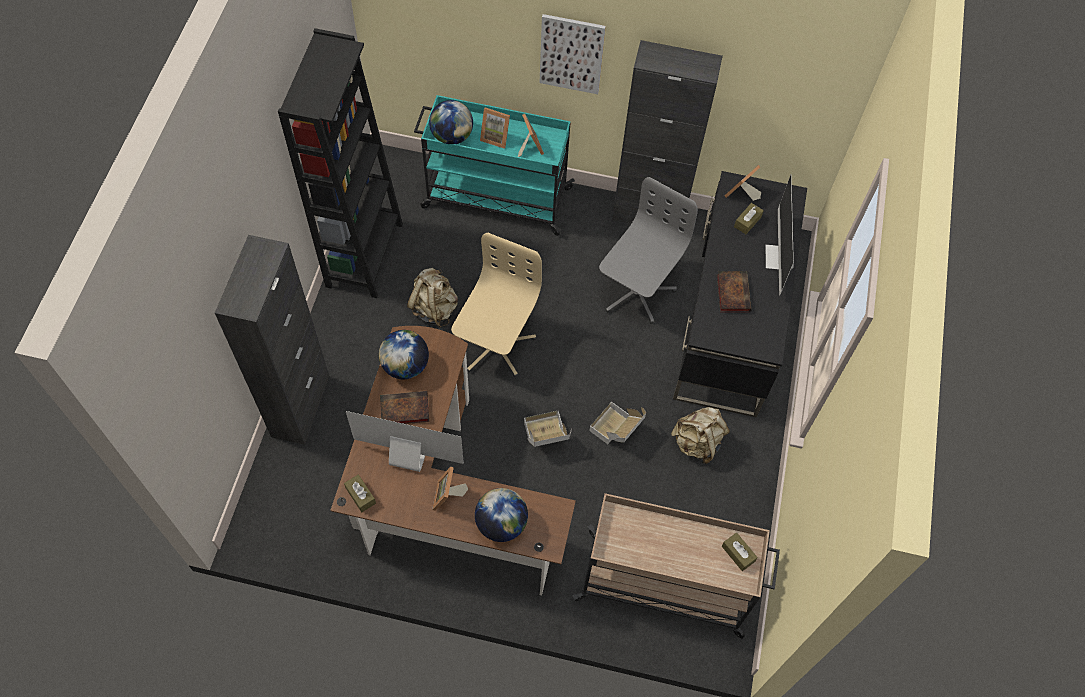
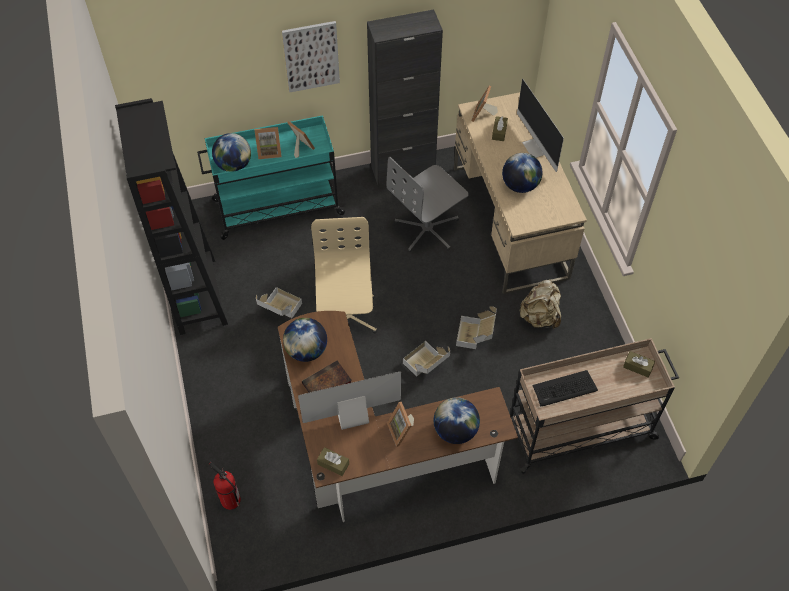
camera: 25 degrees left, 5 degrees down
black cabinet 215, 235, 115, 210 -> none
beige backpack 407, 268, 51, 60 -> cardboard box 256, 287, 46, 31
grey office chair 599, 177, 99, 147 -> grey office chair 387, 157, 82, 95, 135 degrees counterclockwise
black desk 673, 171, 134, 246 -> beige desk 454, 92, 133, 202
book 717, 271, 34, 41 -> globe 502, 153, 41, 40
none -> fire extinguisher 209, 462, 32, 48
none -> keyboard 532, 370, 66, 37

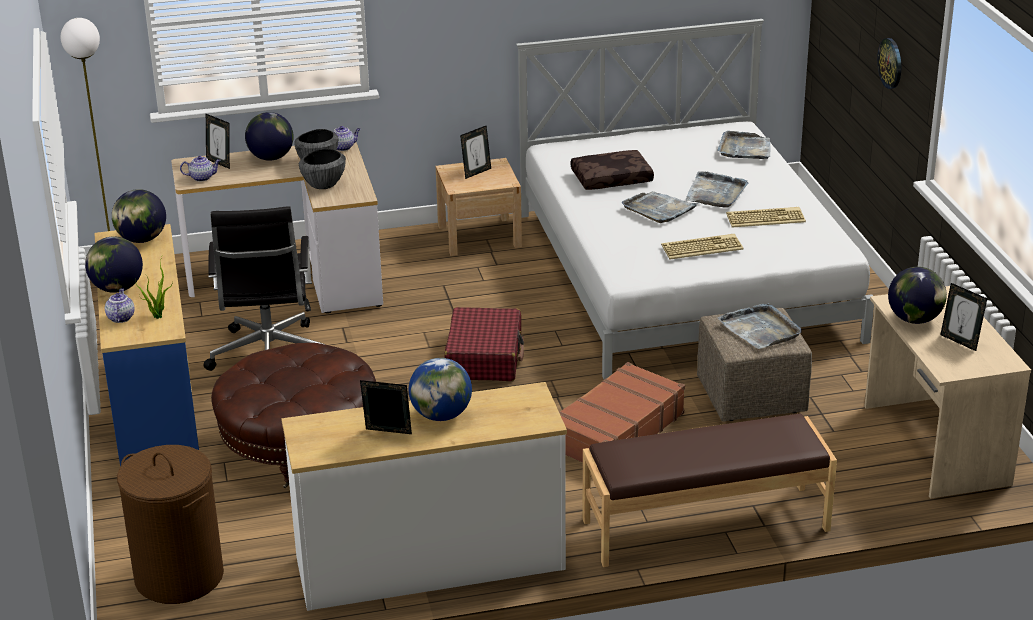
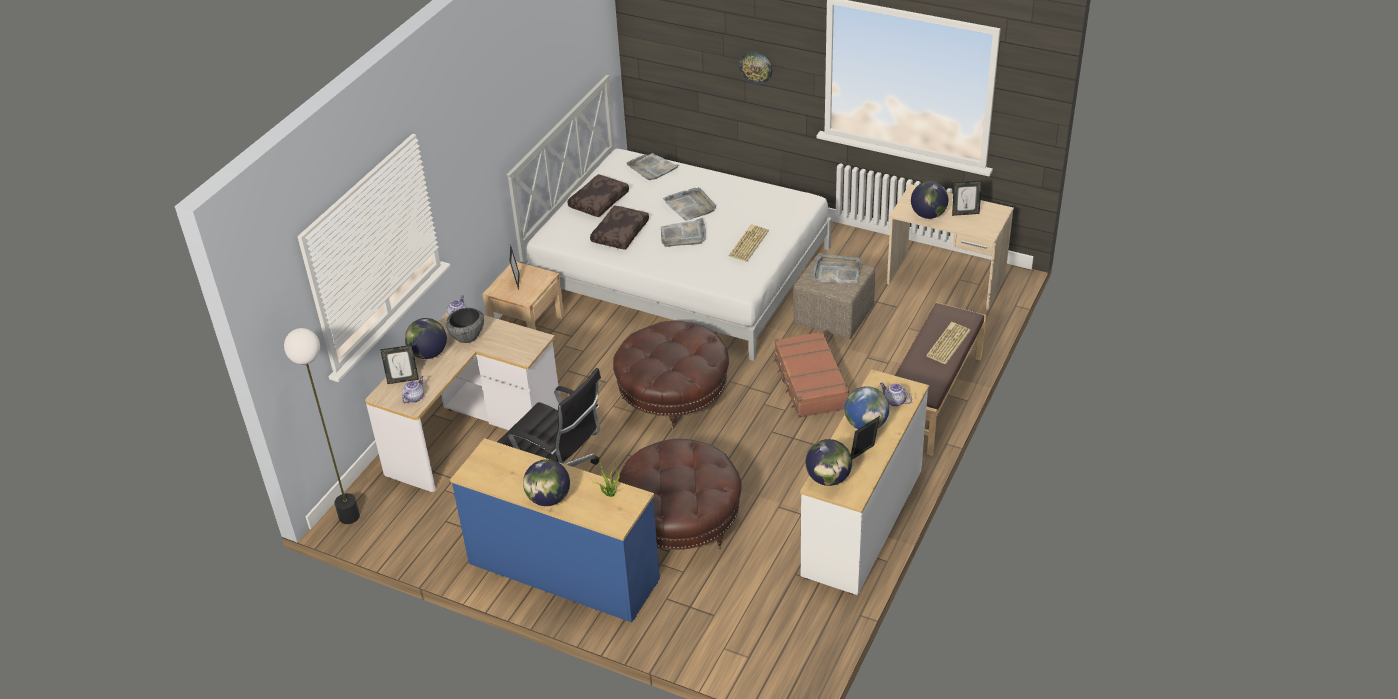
camera: 50 degrees left, 10 degrees up
teapot 105, 288, 30, 35 -> teapot 880, 383, 32, 24, shifted
globe 112, 189, 54, 54 -> globe 806, 439, 46, 47, shifted
brown laundry basket 117, 445, 107, 159 -> none
bowl 299, 149, 47, 40 -> none
red suitcase 444, 307, 80, 74 -> brown ottoman 613, 321, 116, 109
keyboard 726, 207, 80, 21 -> keyboard 926, 322, 45, 43, shifted
none -> brown pillow 567, 174, 62, 43

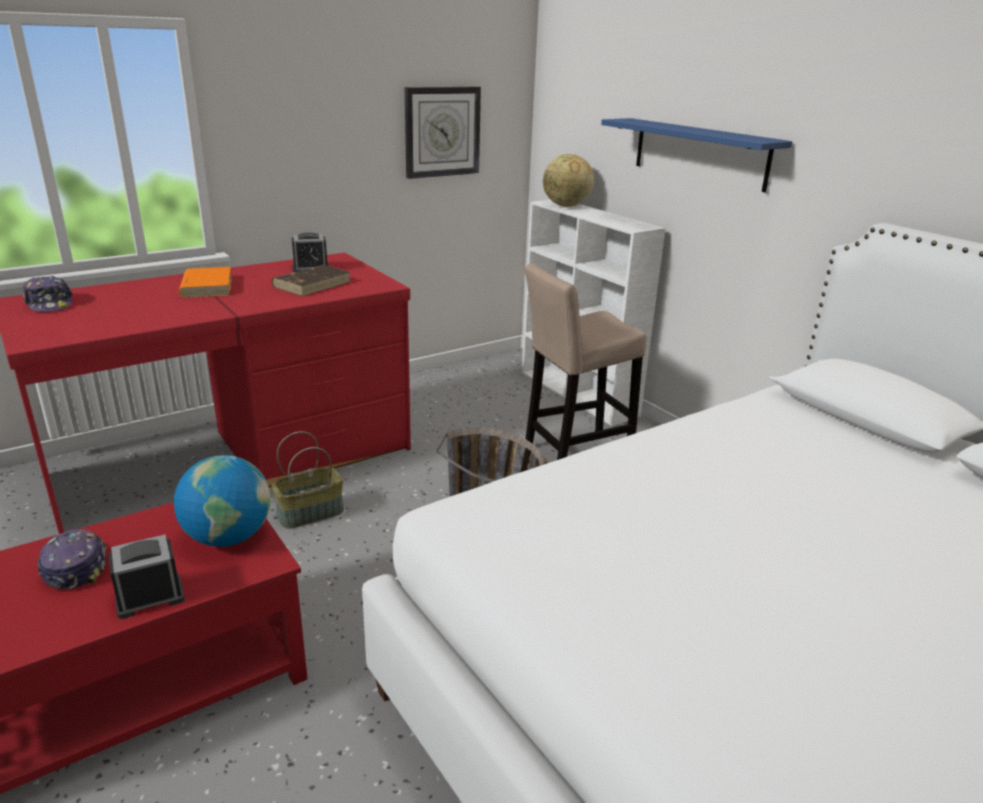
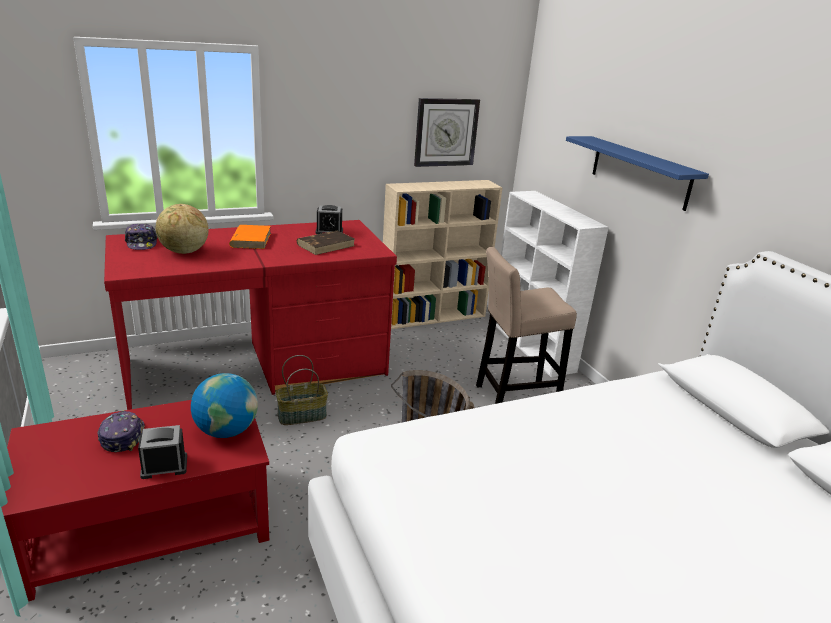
camera: 10 degrees right, 0 degrees up
globe 543, 154, 51, 53 -> globe 155, 204, 54, 50, shifted
none -> beige bookcase 383, 180, 120, 149

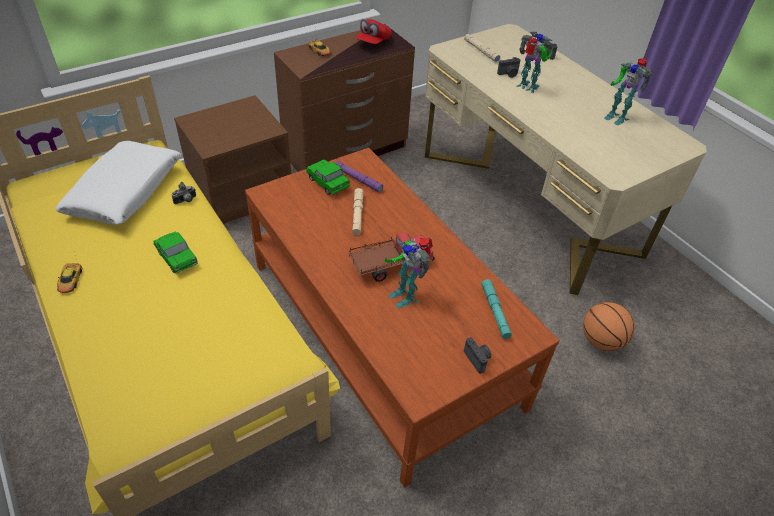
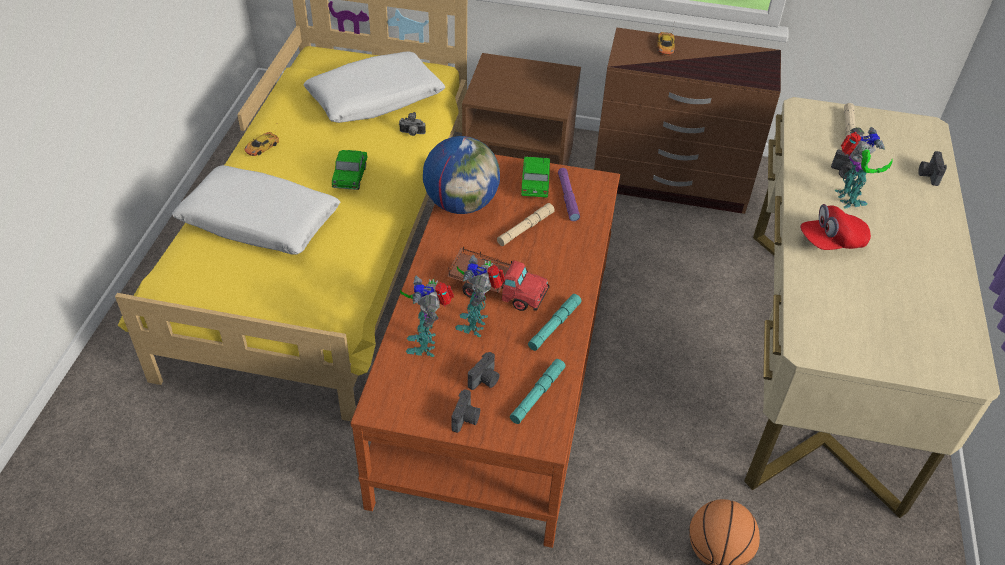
camera: 45 degrees right, 0 degrees up
red cap 355, 19, 37, 25 -> red cap 800, 204, 71, 46, shifted
toy robot 604, 58, 48, 67 -> toy robot 400, 275, 54, 82, shifted
none -> white pillow 172, 165, 168, 89
none -> globe 423, 136, 77, 78
none -> photo camera 468, 352, 32, 38
none -> turquoise flashlight 528, 294, 54, 57

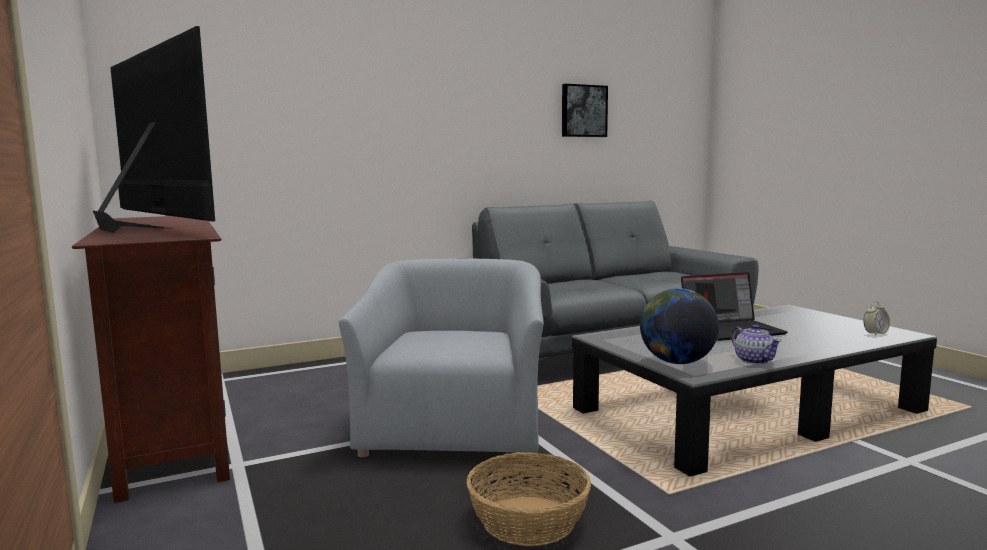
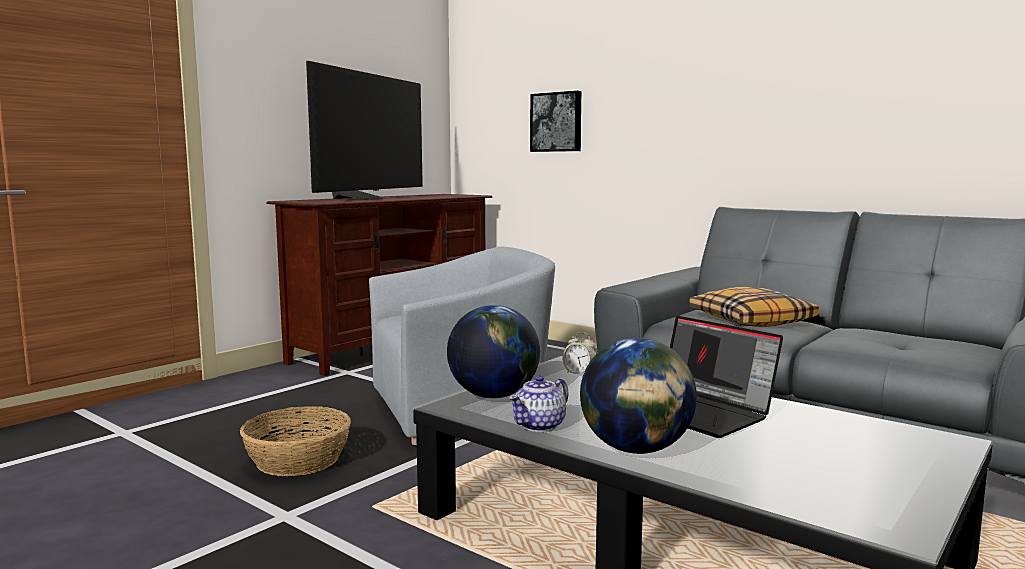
camera: 65 degrees right, 0 degrees up
picture 562, 84, 46, 53 -> picture 530, 91, 51, 61, shifted
alarm clock 863, 301, 27, 35 -> alarm clock 562, 332, 35, 42, shifted
none -> globe 580, 338, 117, 116
none -> pillow 689, 287, 130, 40

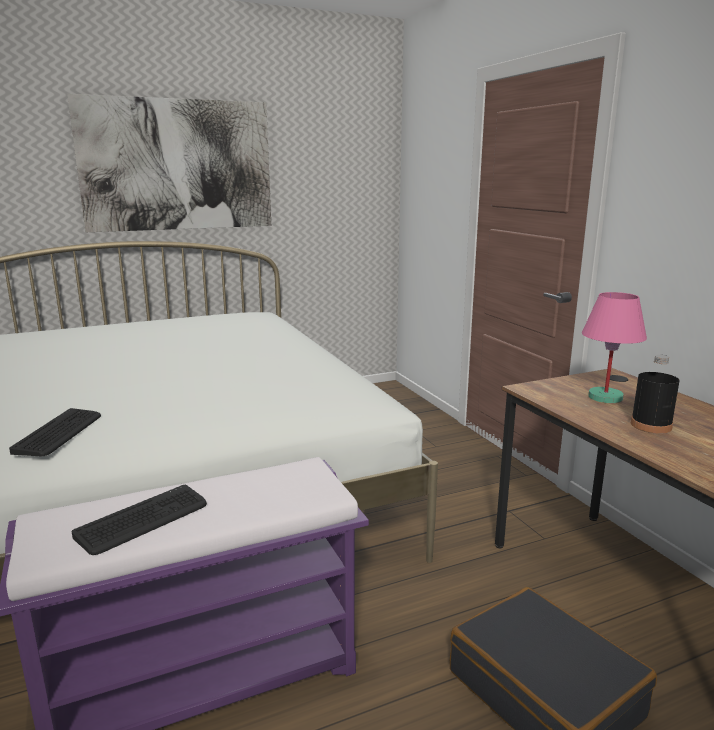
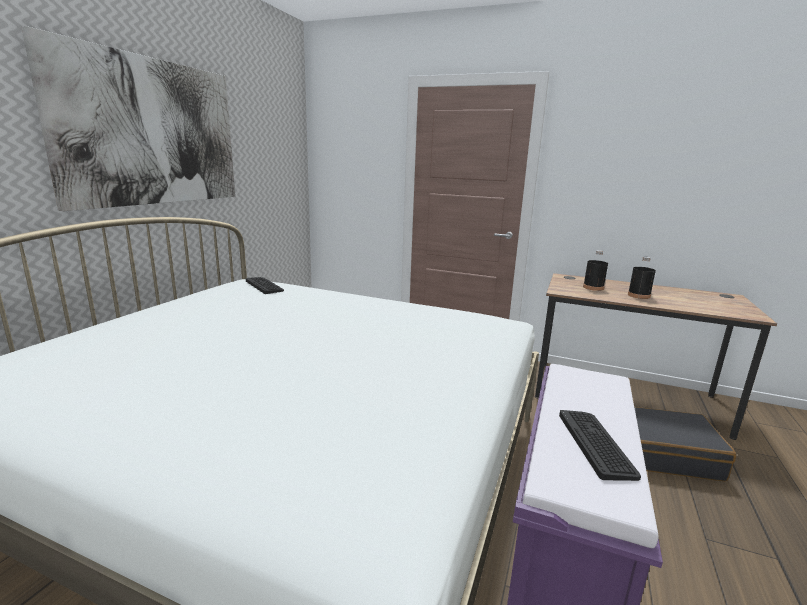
camera: 45 degrees left, 0 degrees up
keyboard 9, 408, 92, 48 -> keyboard 246, 277, 38, 17, shifted
pink table lamp 582, 292, 65, 111 -> black bottle 583, 250, 25, 41

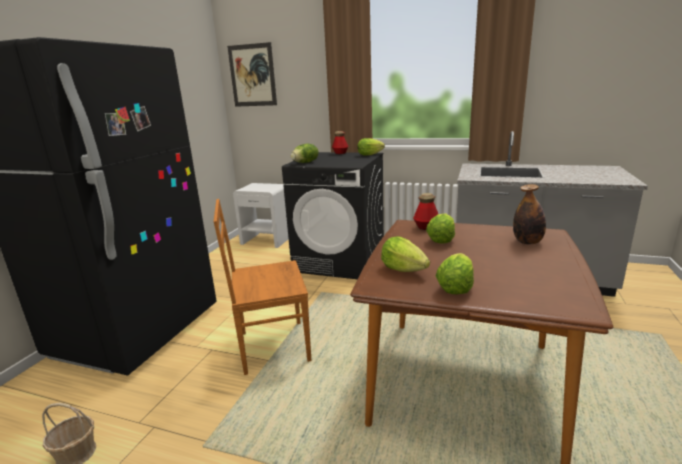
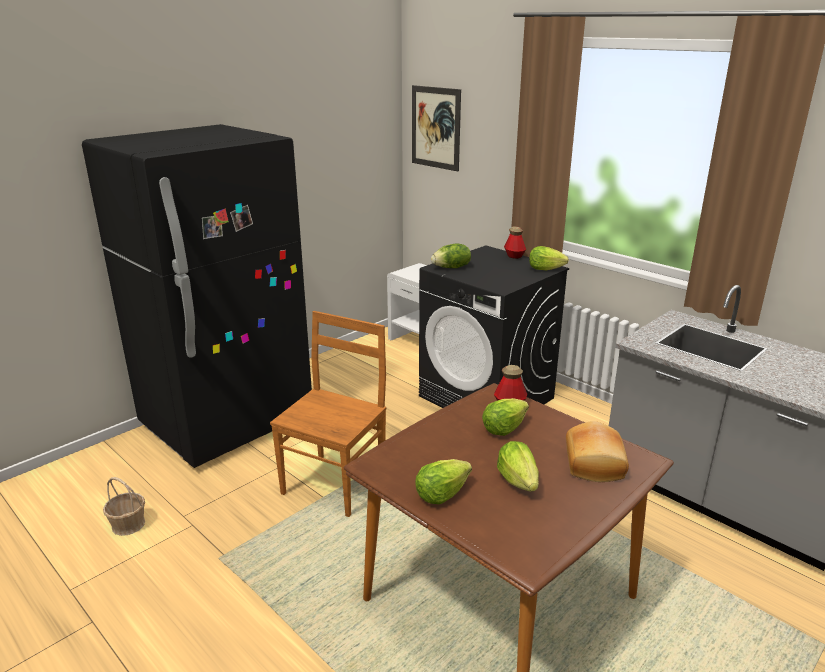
camera: 25 degrees right, 5 degrees up
brown chair 213, 199, 98, 176 -> brown chair 270, 311, 116, 206, 105 degrees clockwise
lettuce 381, 236, 49, 36 -> lettuce 497, 441, 42, 51, shifted
bottle 513, 184, 33, 60 -> bread 566, 421, 63, 61

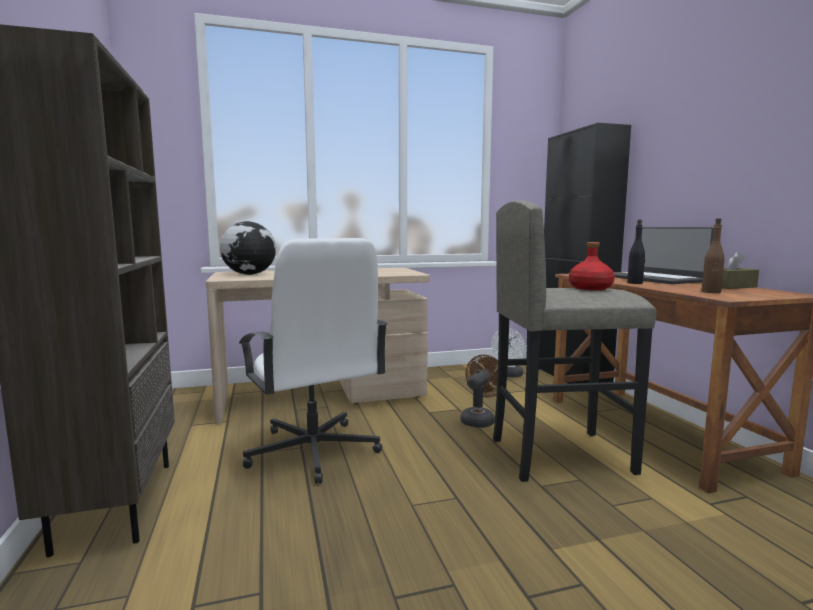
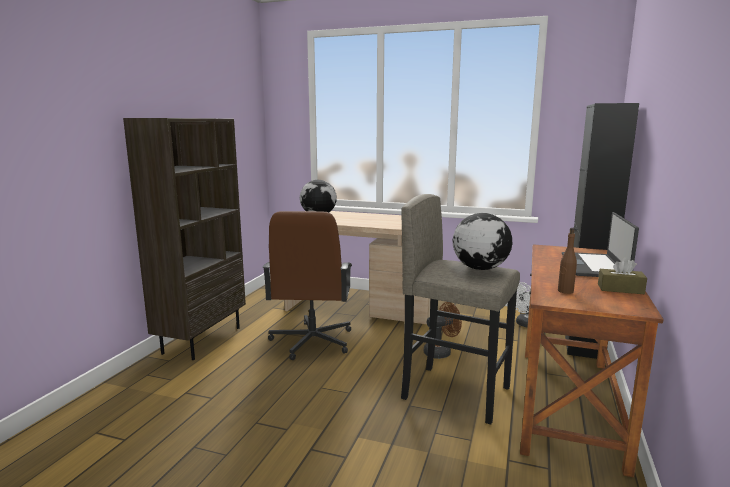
camera: 35 degrees right, 5 degrees up
white office chair 239, 238, 149, 246 -> brown office chair 262, 211, 90, 149
red bottle 569, 242, 46, 48 -> globe 453, 213, 59, 57
black bottle 627, 220, 18, 64 -> none

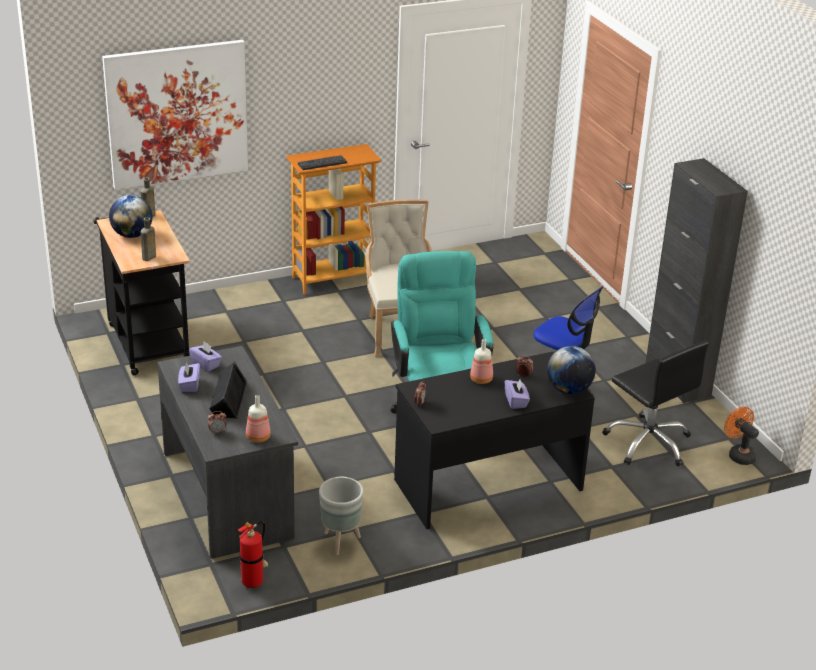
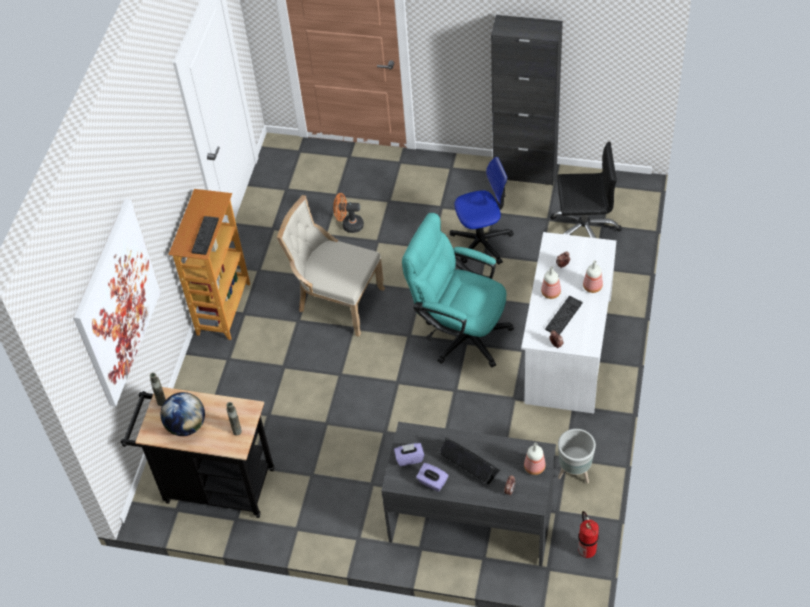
camera: 50 degrees left, 20 degrees up
black desk 394, 352, 201, 177 -> white desk 521, 232, 95, 182
purple tissue box 505, 379, 25, 30 -> bottle 583, 261, 20, 32
globe 547, 346, 49, 48 -> none
orange fan 724, 407, 35, 58 -> orange fan 333, 193, 31, 40, shifted
none -> keyboard 545, 296, 38, 39

